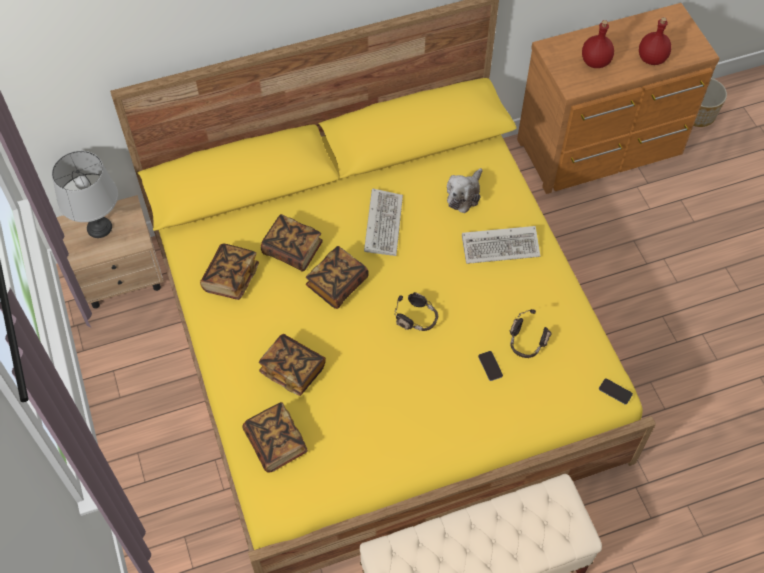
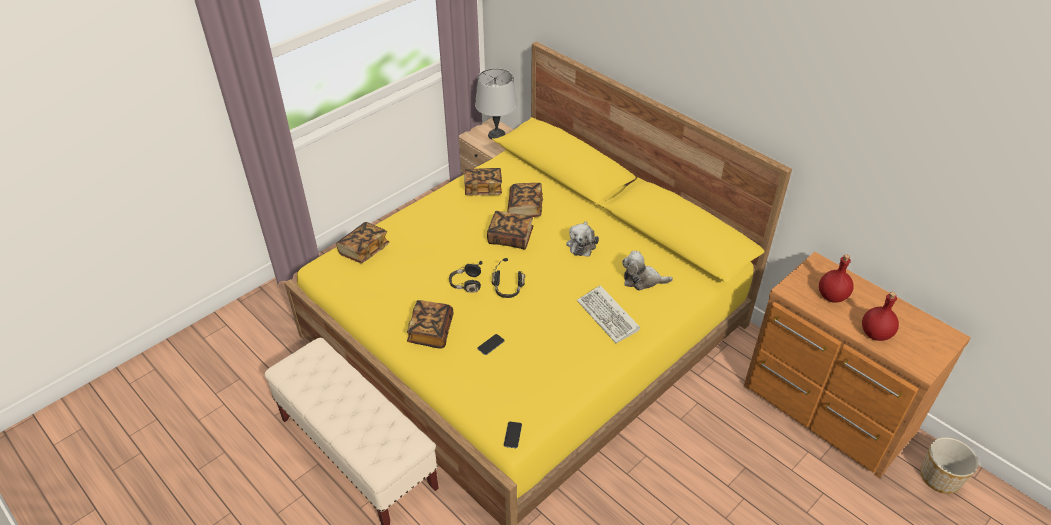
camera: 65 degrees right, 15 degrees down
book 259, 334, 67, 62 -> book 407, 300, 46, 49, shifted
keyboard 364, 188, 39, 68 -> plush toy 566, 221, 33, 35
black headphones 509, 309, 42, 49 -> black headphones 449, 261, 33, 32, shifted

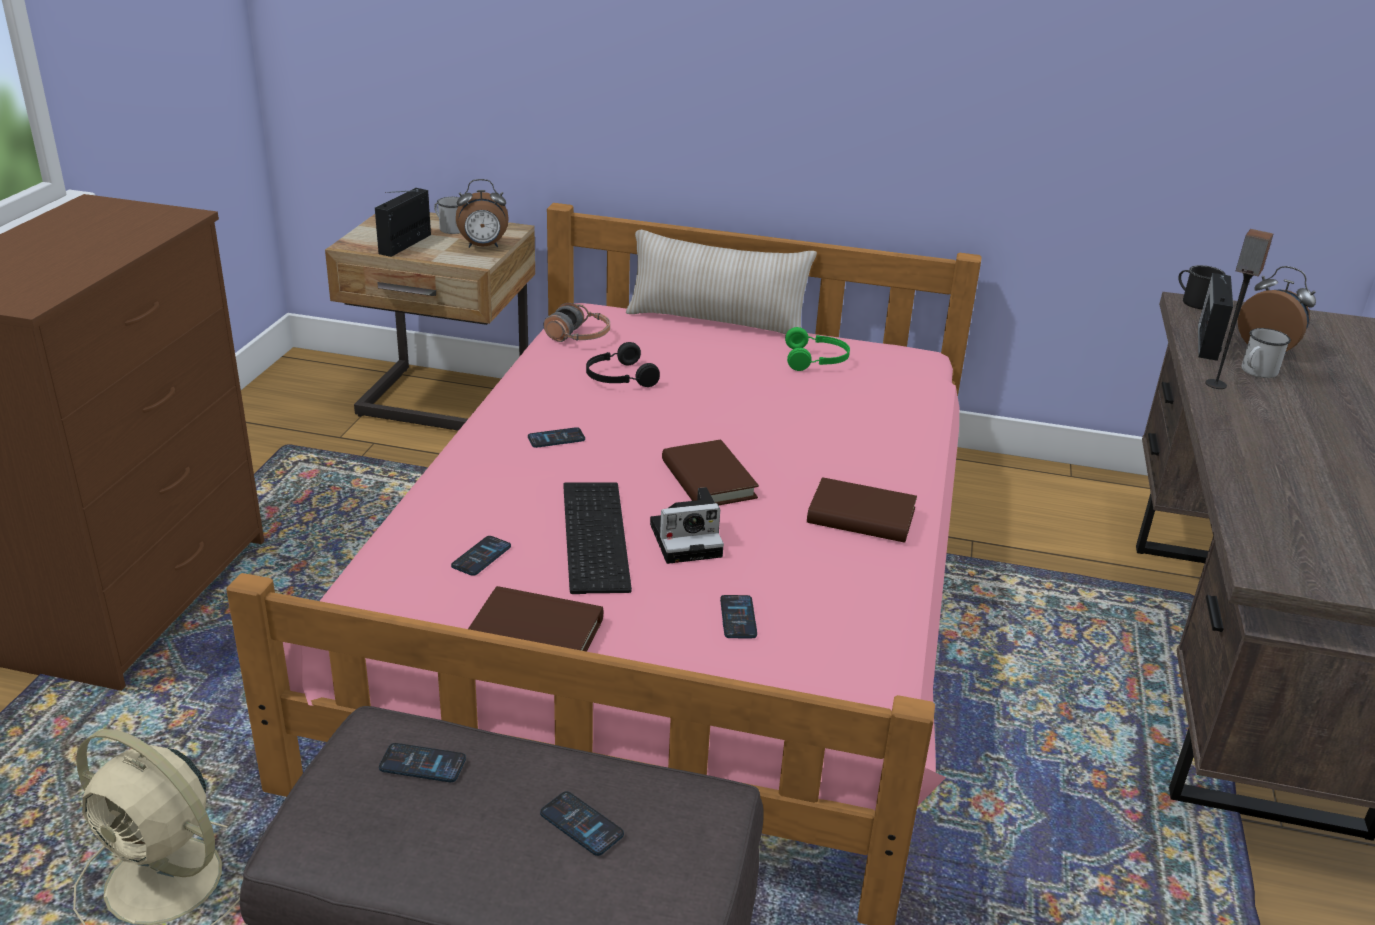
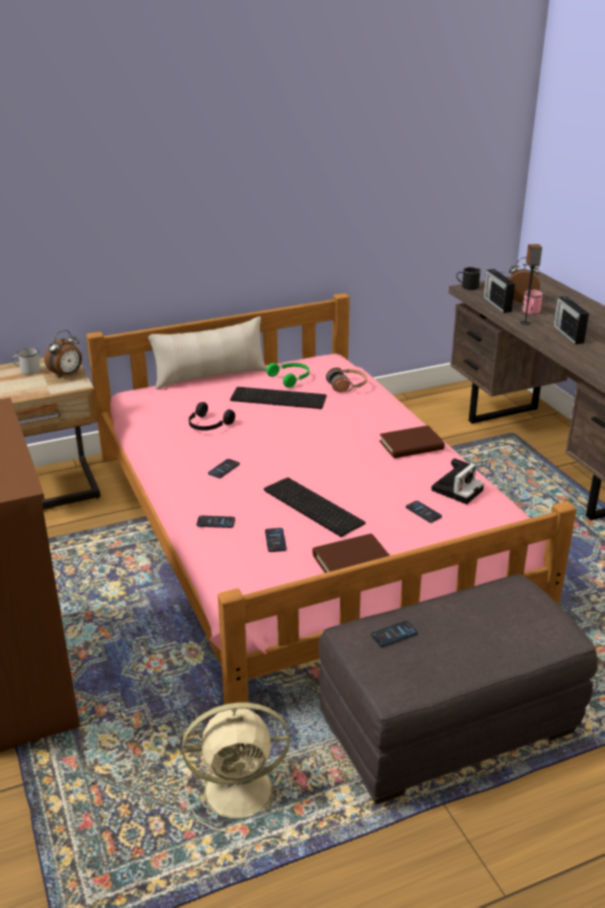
camera: 35 degrees left, 0 degrees up
radio 375, 188, 56, 69 -> radio 553, 296, 36, 48, shifted
phone 540, 791, 84, 65 -> phone 197, 515, 38, 13, shifted
headphones 543, 303, 67, 39 -> headphones 326, 367, 41, 25, shifted
photo camera 650, 487, 74, 77 -> photo camera 431, 458, 53, 46, shifted
brown book 662, 439, 97, 66 -> none
white mug 1241, 328, 50, 50 -> pink mug 522, 290, 21, 24
none -> keyboard 230, 387, 97, 22

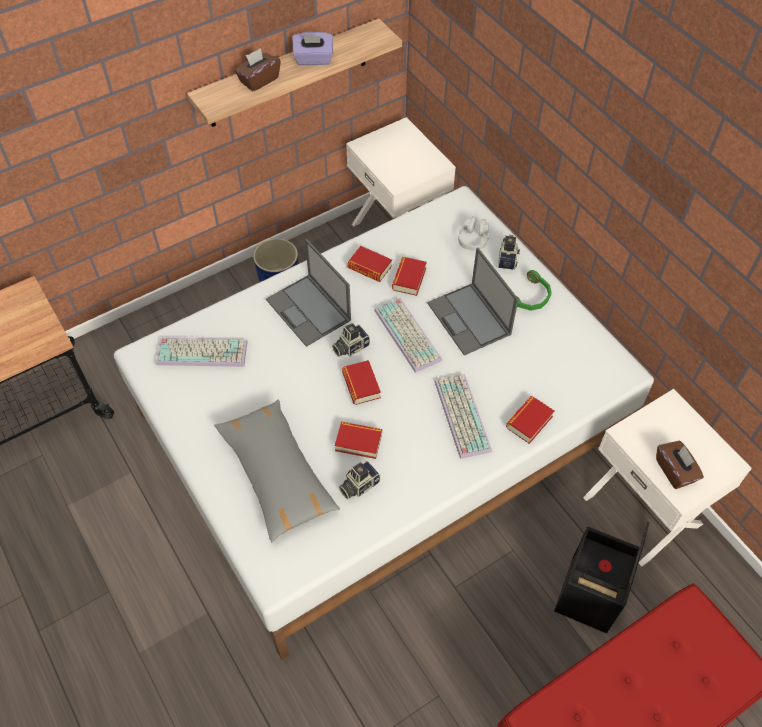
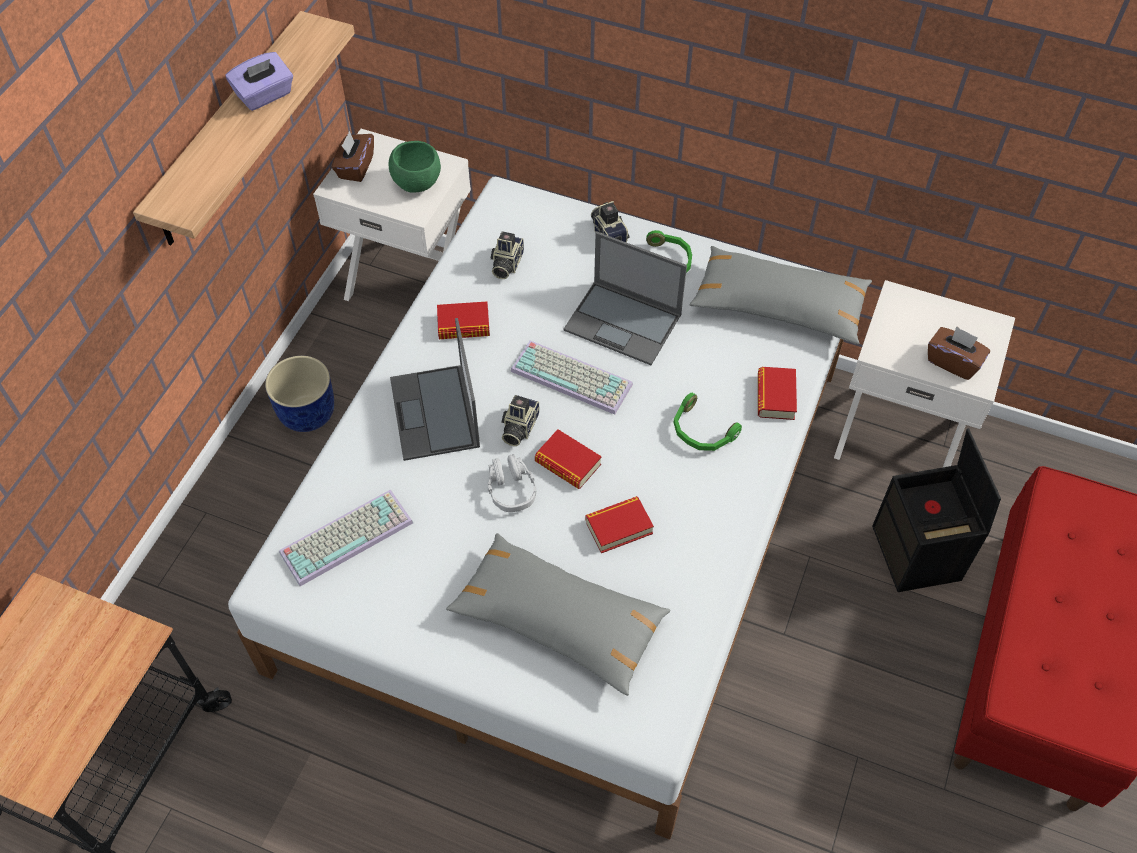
camera: 35 degrees left, 0 degrees up
brown tissue box 235, 48, 46, 43 -> brown tissue box 332, 131, 42, 51, shifted
laptop 266, 239, 85, 108 -> laptop 390, 318, 90, 143, 60 degrees clockwise
photo camera 339, 461, 41, 38 -> photo camera 490, 231, 34, 48, shifted
book 392, 257, 35, 39 -> none
keyboard 435, 374, 57, 85 -> green headphones 673, 393, 69, 58
grey headphones 458, 216, 31, 35 -> grey headphones 488, 454, 48, 58, shifted
none -> green bowl 389, 141, 52, 51
none -> grey pillow 690, 246, 182, 98

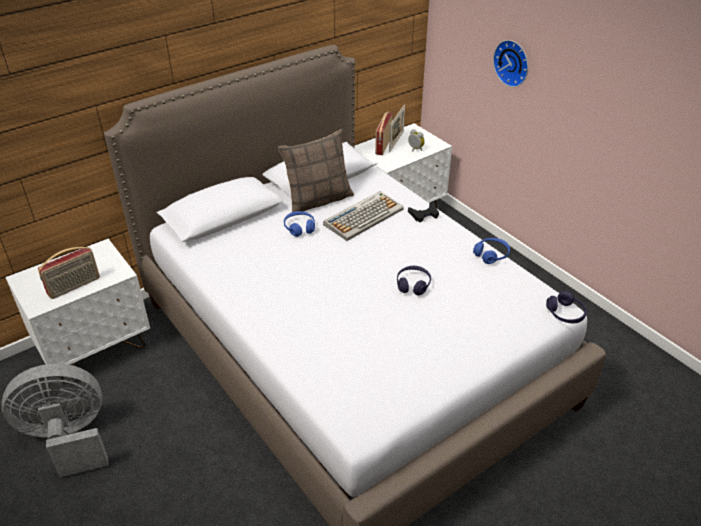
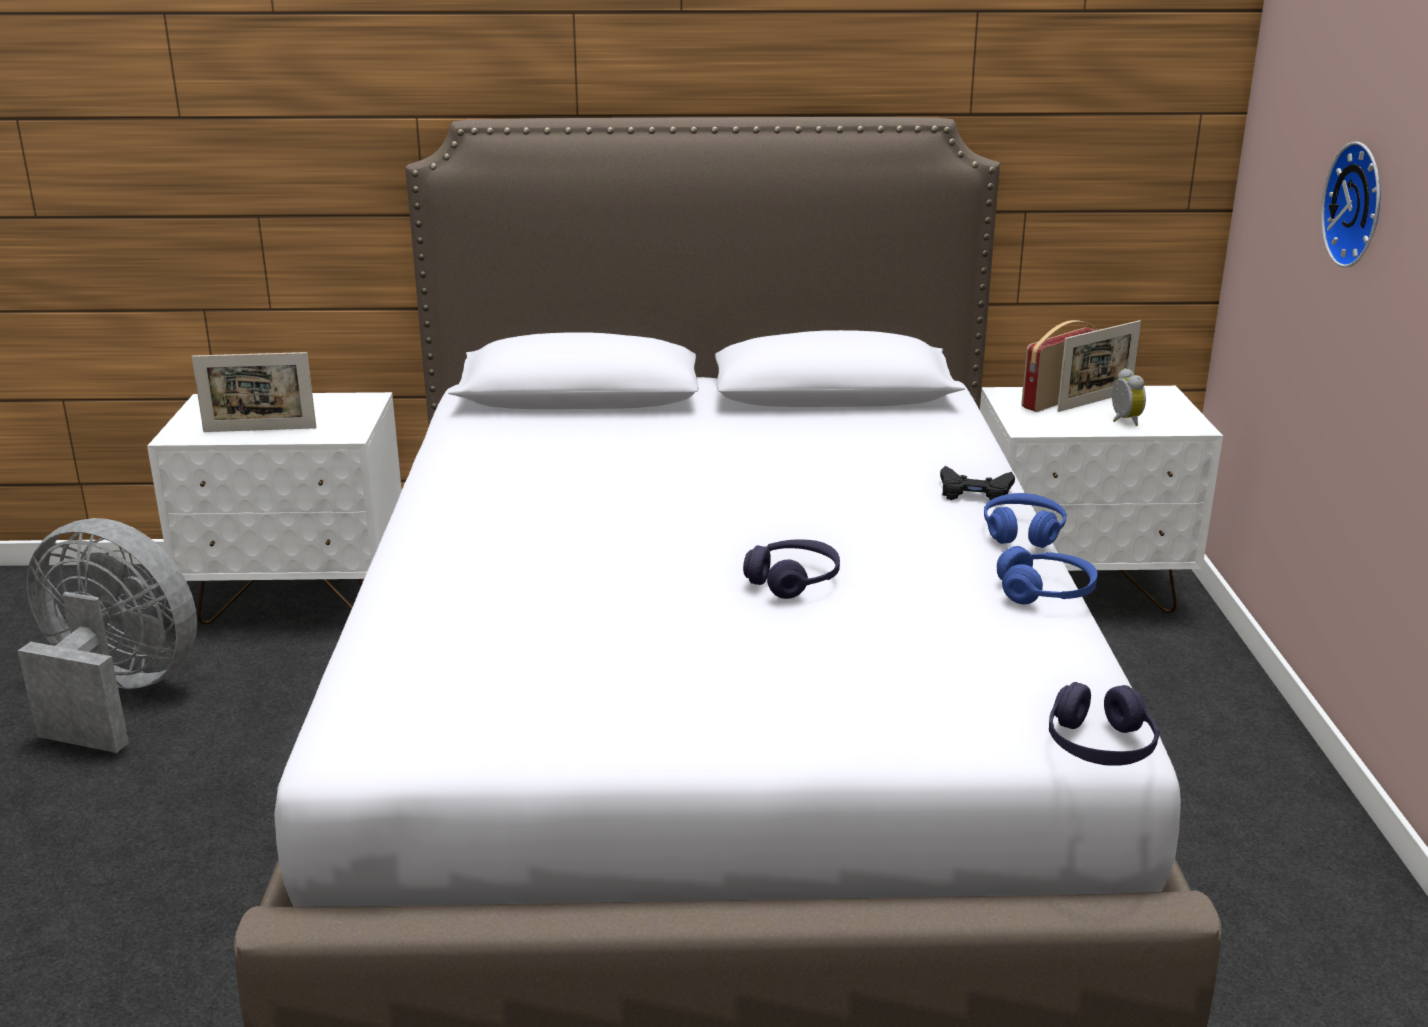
camera: 35 degrees right, 15 degrees down
radio 38, 247, 62, 52 -> picture frame 192, 352, 125, 80
pillow 278, 129, 76, 83 -> none
blue headphones 284, 211, 31, 26 -> blue headphones 984, 493, 82, 55, shifted
keyboard 323, 191, 81, 50 -> none

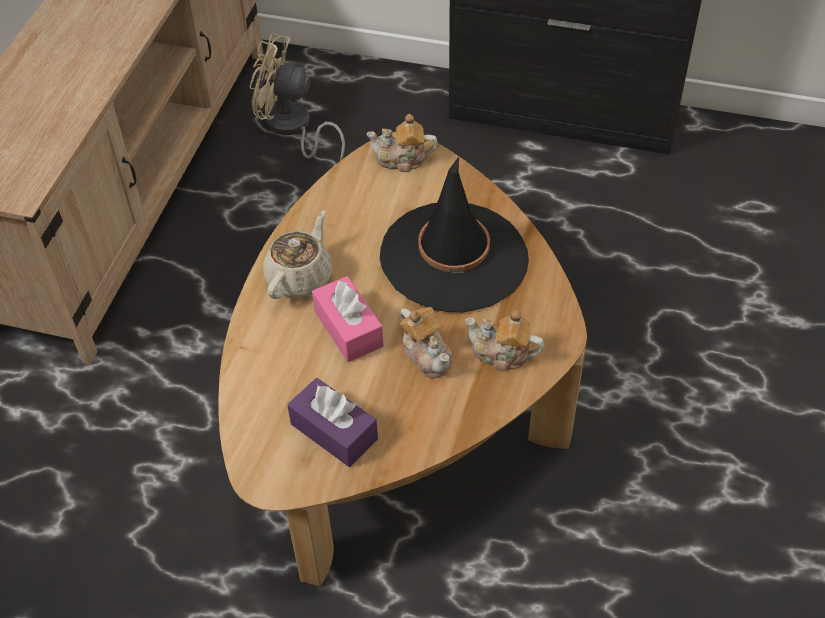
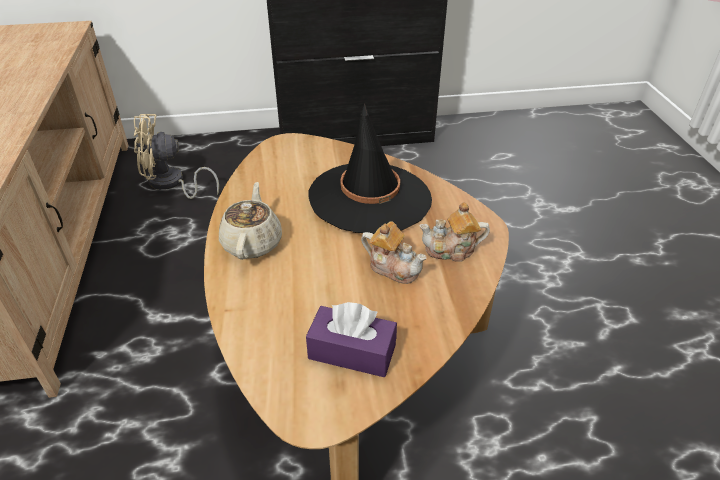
camera: 25 degrees left, 10 degrees down
pink tissue box 312, 276, 72, 86 -> none
teapot 366, 114, 72, 58 -> none

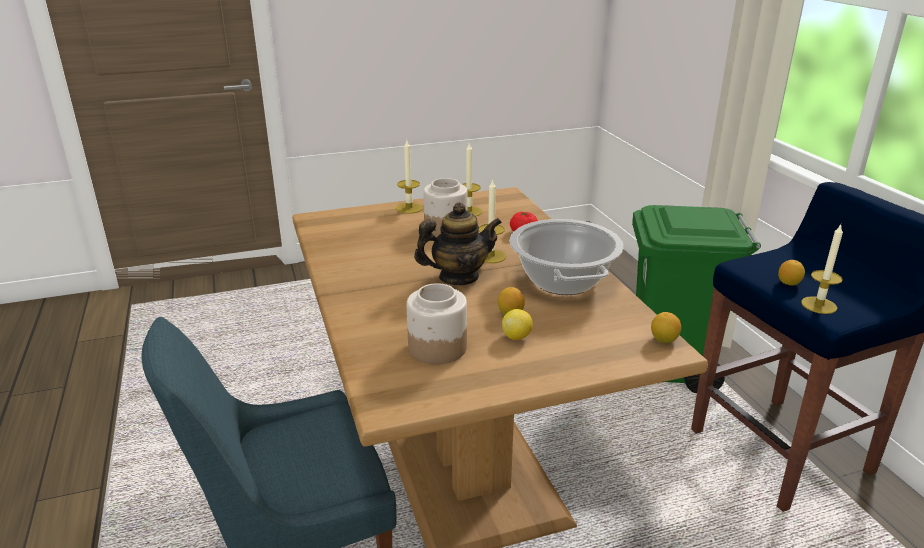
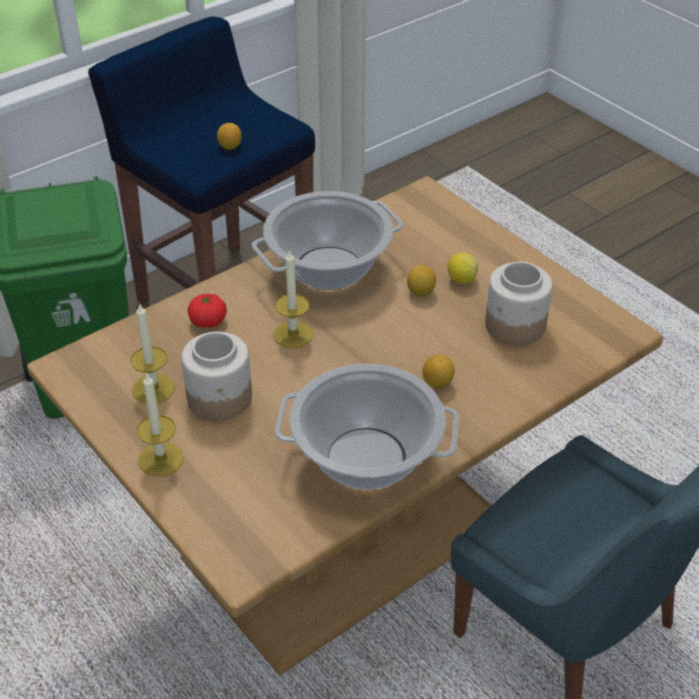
camera: 110 degrees left, 15 degrees up
teapot 414, 202, 88, 83 -> none
lemon 651, 312, 30, 31 -> lemon 423, 355, 32, 33, shifted
candle 801, 225, 42, 89 -> none
none -> cooking pot 275, 364, 184, 126

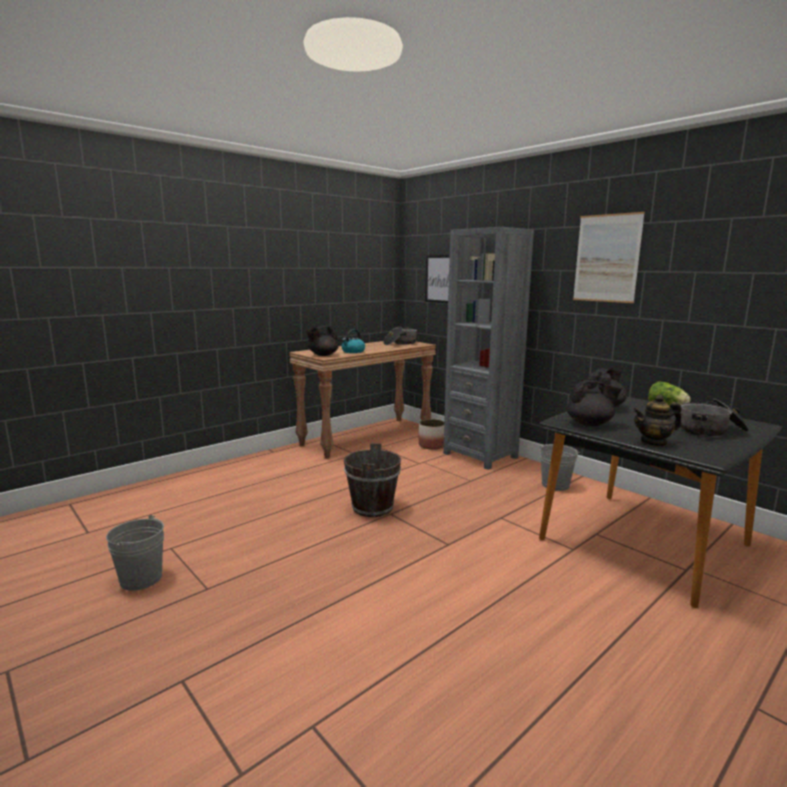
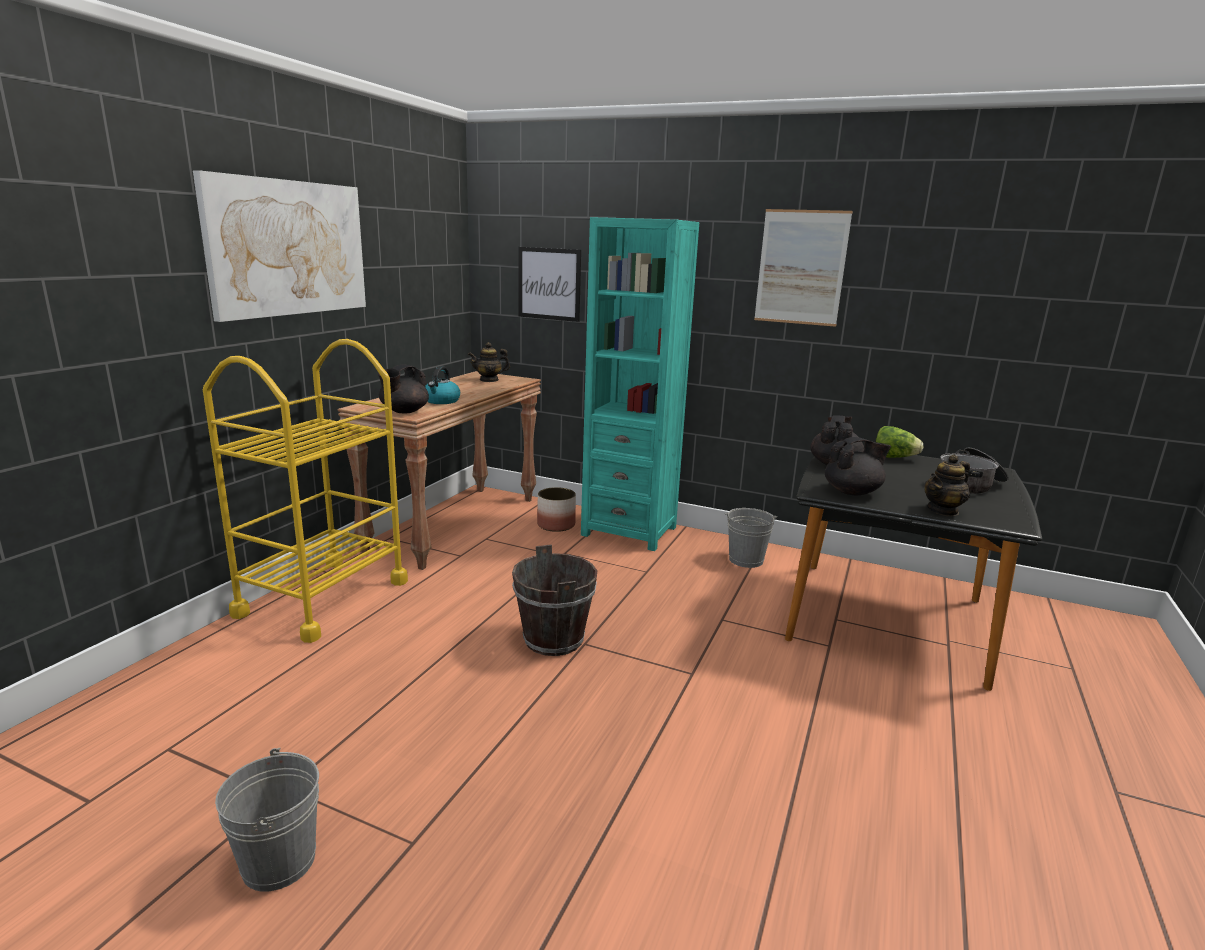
camera: 25 degrees left, 5 degrees up
cooking pot 383, 327, 34, 18 -> teapot 468, 342, 42, 40
grey bookcase 443, 227, 91, 243 -> turquoise bookcase 581, 217, 118, 334
none -> picture 193, 170, 173, 152
none -> yellow cart 203, 339, 205, 304

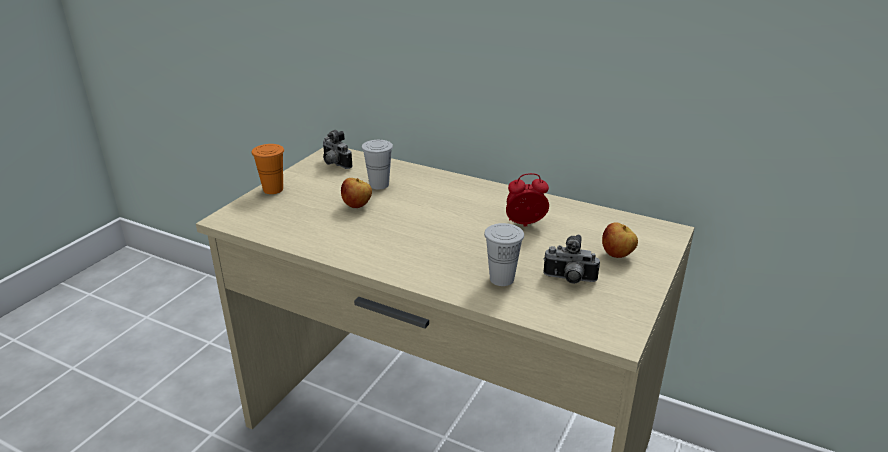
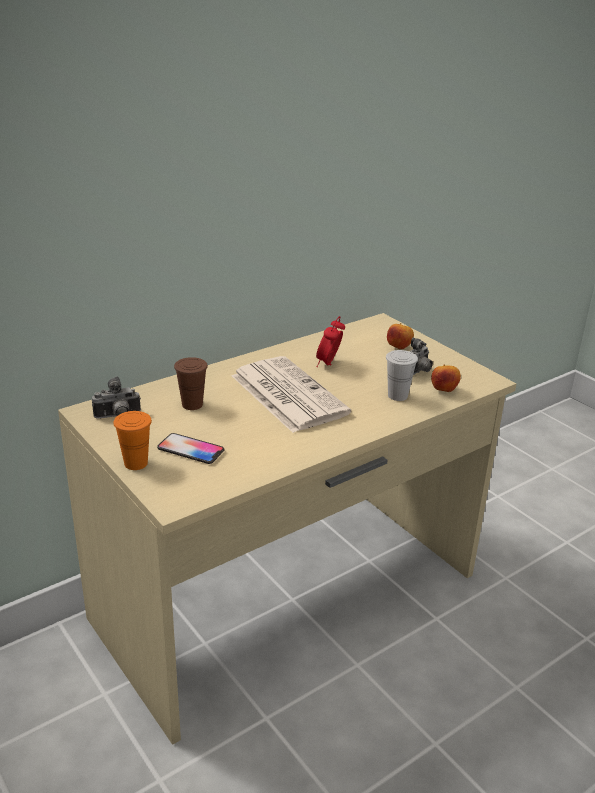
camera: 65 degrees left, 0 degrees up
apple 341, 178, 31, 30 -> apple 431, 364, 30, 28, shifted
white cup 362, 140, 31, 49 -> brown cup 174, 357, 34, 53
none -> phone 157, 433, 68, 31
none -> newspaper 232, 356, 119, 77

